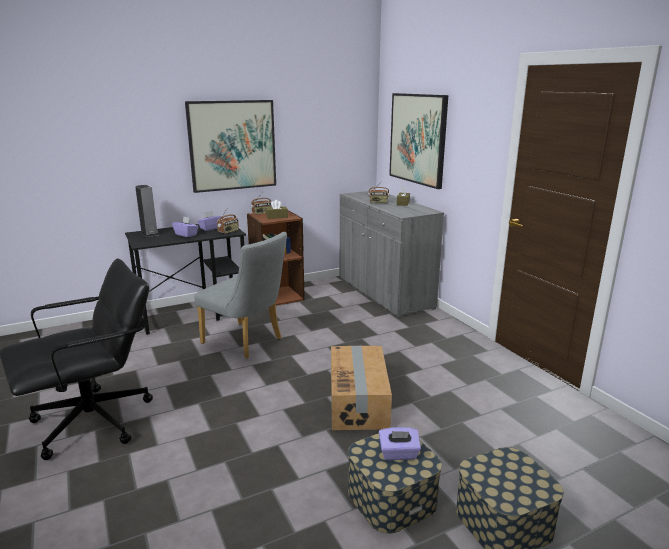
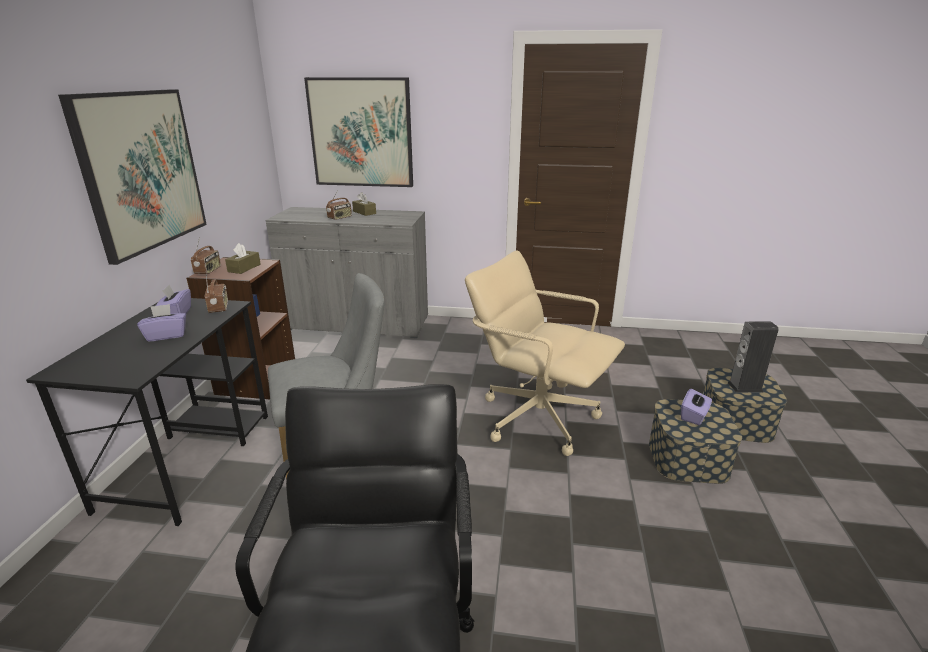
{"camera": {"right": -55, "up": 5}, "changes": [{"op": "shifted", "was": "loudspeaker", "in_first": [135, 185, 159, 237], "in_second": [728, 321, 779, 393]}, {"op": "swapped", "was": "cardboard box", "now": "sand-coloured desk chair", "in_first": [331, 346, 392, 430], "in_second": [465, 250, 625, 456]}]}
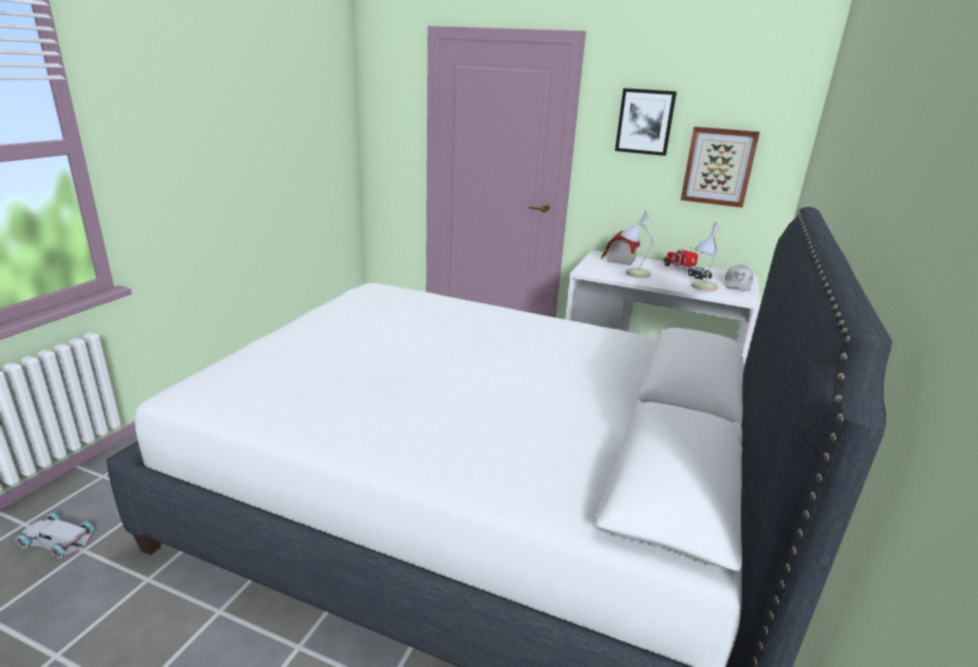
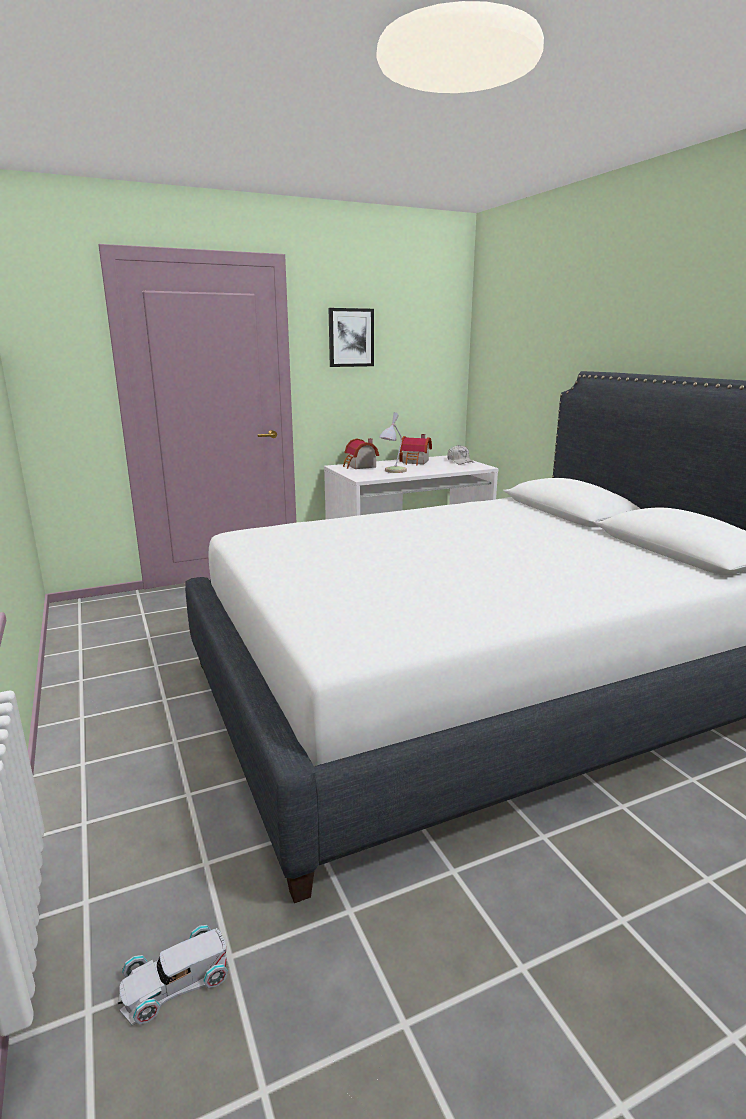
{"camera": {"right": -45, "up": -5}, "changes": [{"op": "gone", "was": "picture", "in_first": [681, 127, 760, 208]}, {"op": "gone", "was": "lamp for a table", "in_first": [691, 222, 721, 291]}, {"op": "swapped", "was": "toy lorry", "now": "model house", "in_first": [663, 247, 712, 280], "in_second": [399, 434, 432, 465]}]}
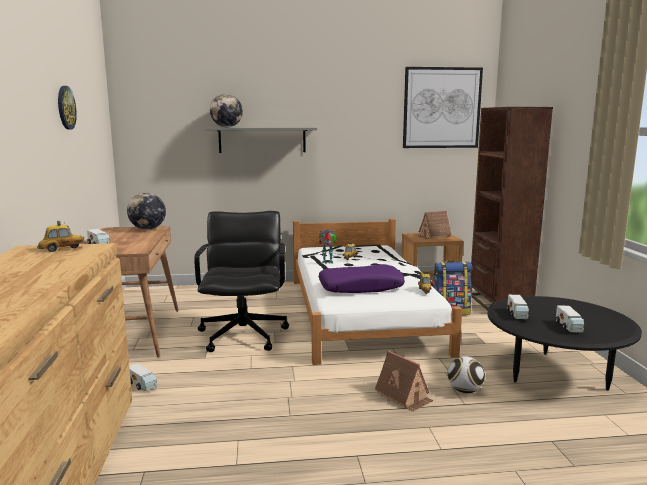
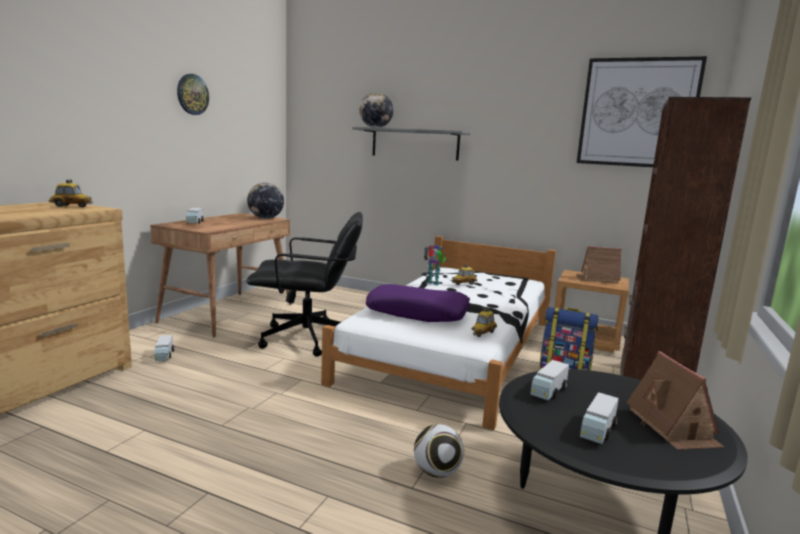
{"camera": {"right": 30, "up": 0}, "changes": [{"op": "shifted", "was": "model house", "in_first": [375, 350, 434, 412], "in_second": [626, 351, 724, 450]}, {"op": "rotated", "was": "blackish desk chair", "in_first": [194, 211, 289, 352], "in_second": [246, 212, 363, 357], "clockwise": 60}]}
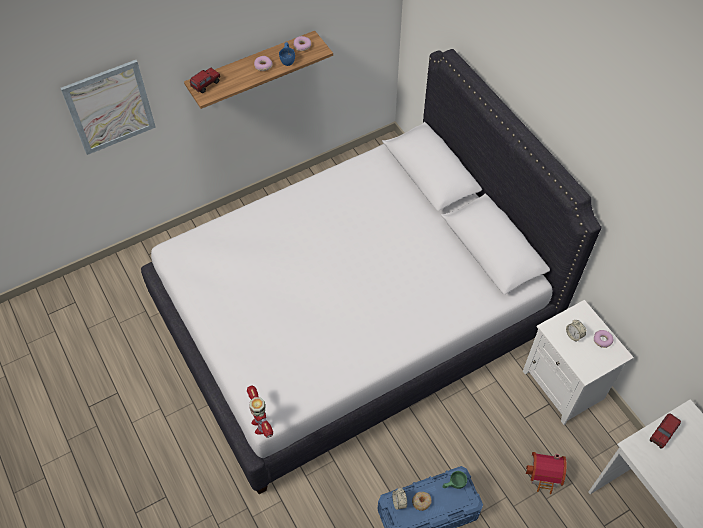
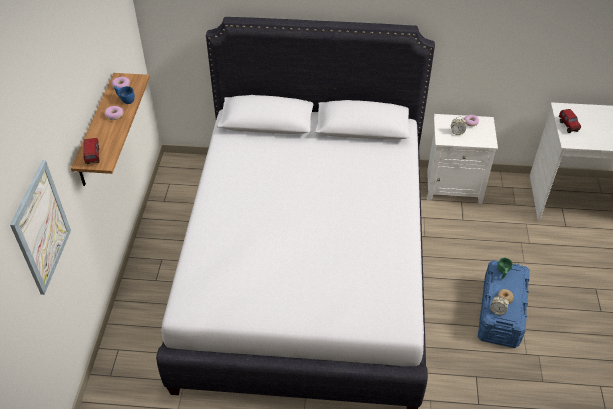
{"camera": {"right": -55, "up": -10}, "changes": [{"op": "gone", "was": "model robot", "in_first": [247, 386, 273, 438]}, {"op": "gone", "was": "model house", "in_first": [526, 452, 567, 494]}]}
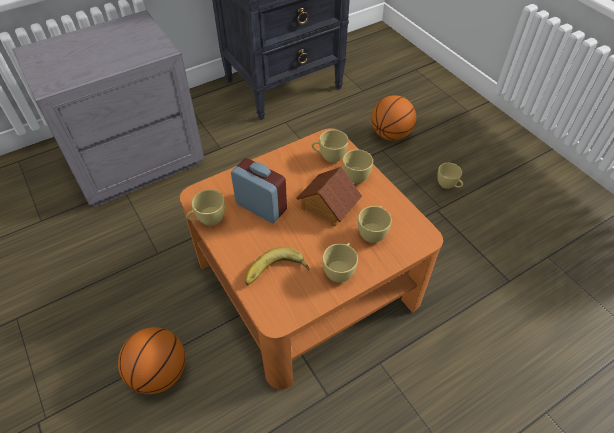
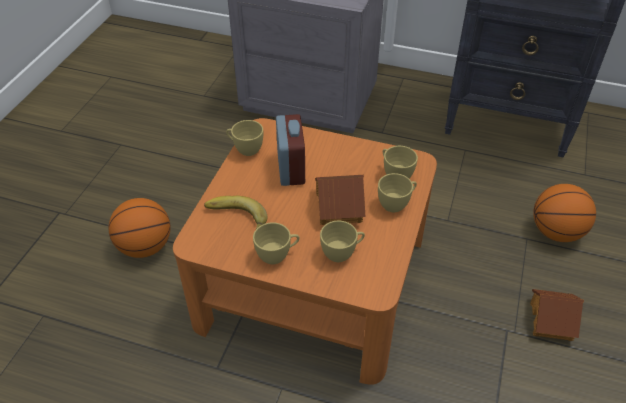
{"camera": {"right": 50, "up": -5}, "changes": [{"op": "swapped", "was": "yellowish small cup", "now": "model house", "in_first": [437, 163, 463, 189], "in_second": [530, 289, 584, 341]}]}
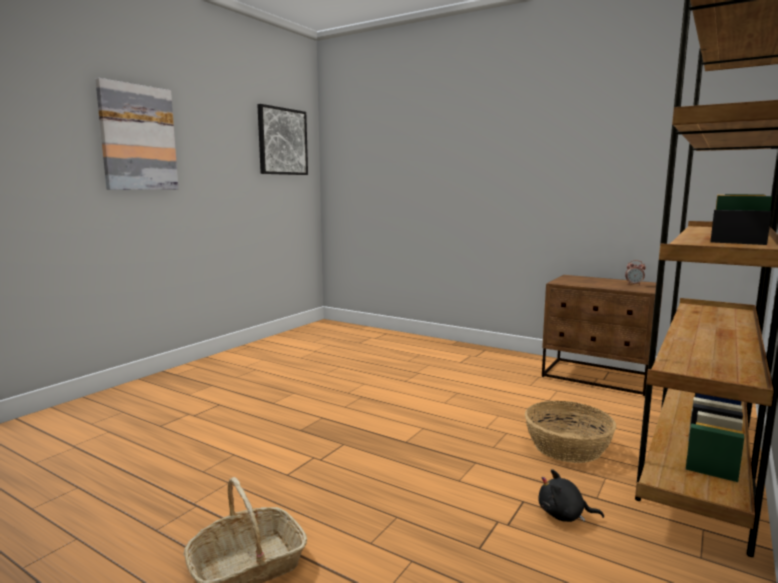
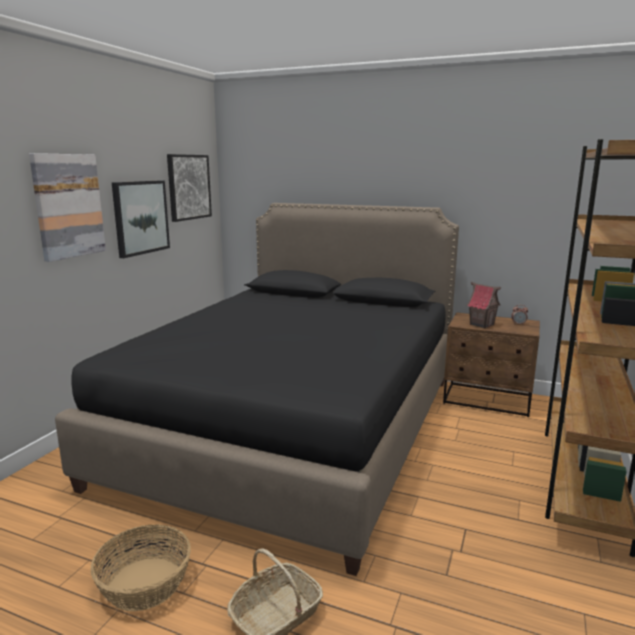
{"camera": {"right": -10, "up": 5}, "changes": [{"op": "gone", "was": "blackish cuddly toy", "in_first": [539, 469, 604, 522]}, {"op": "new", "now": "blackish bed", "in_second": [55, 203, 459, 576]}, {"op": "new", "now": "picture", "in_second": [112, 180, 170, 258]}, {"op": "new", "now": "model house", "in_second": [467, 282, 501, 328]}, {"op": "shifted", "was": "basket", "in_first": [525, 401, 616, 463], "in_second": [90, 525, 191, 611]}]}
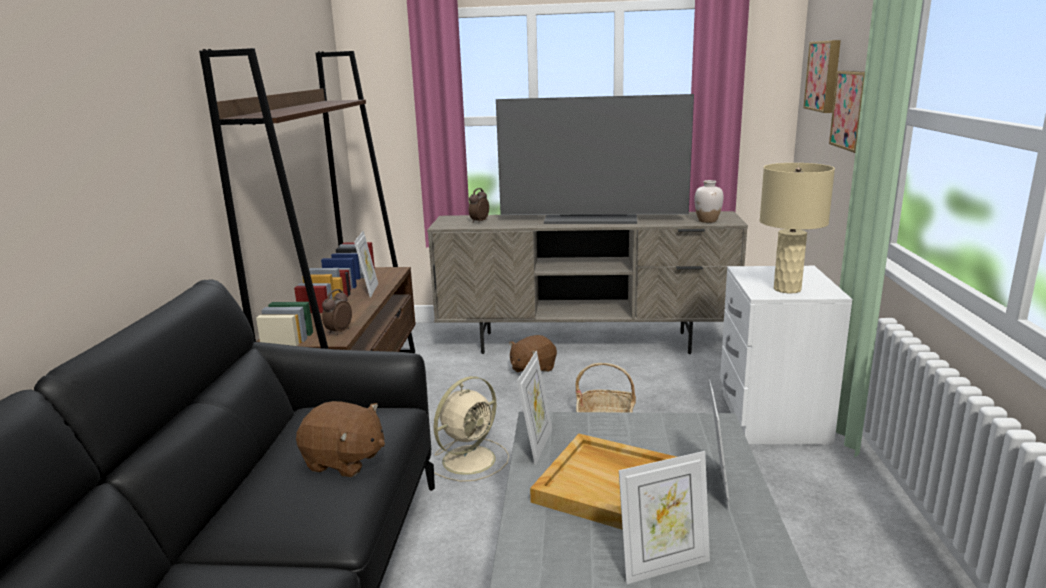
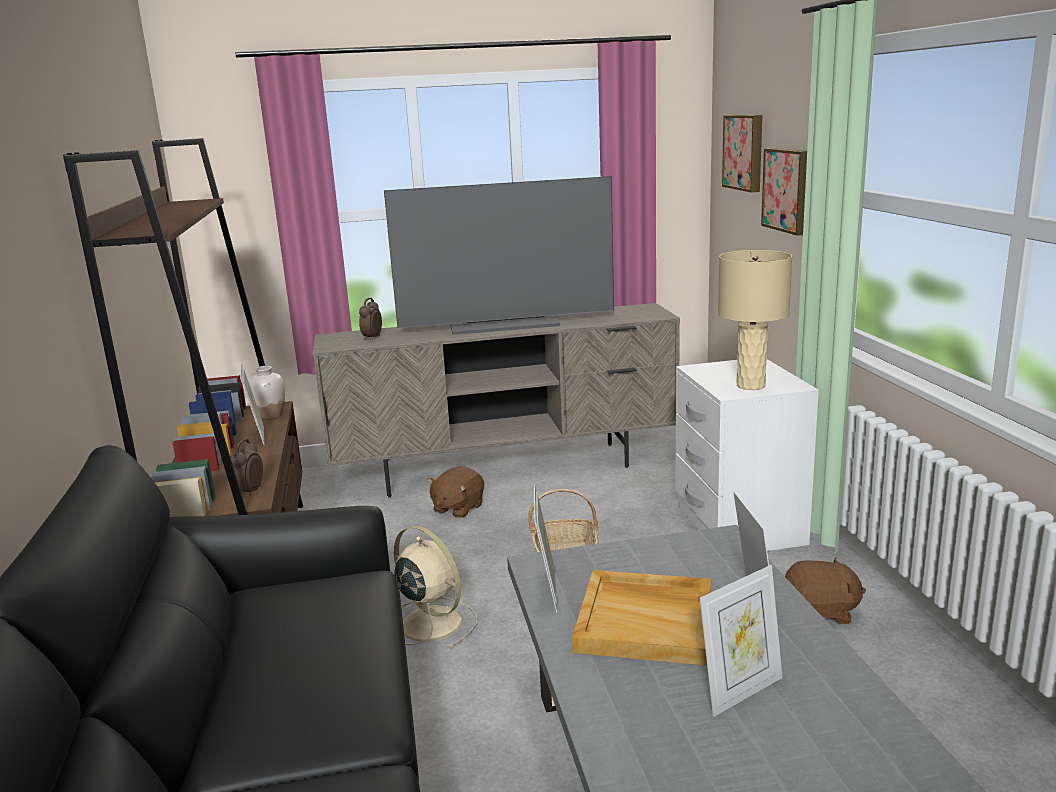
{"camera": {"right": -15, "up": 0}, "changes": [{"op": "shifted", "was": "brownish cuddly toy", "in_first": [296, 401, 385, 477], "in_second": [785, 558, 866, 624]}, {"op": "shifted", "was": "white flower vase", "in_first": [694, 180, 724, 223], "in_second": [249, 366, 285, 419]}, {"op": "rotated", "was": "sand-coloured fan", "in_first": [434, 376, 509, 482], "in_second": [394, 525, 477, 649], "clockwise": -75}]}
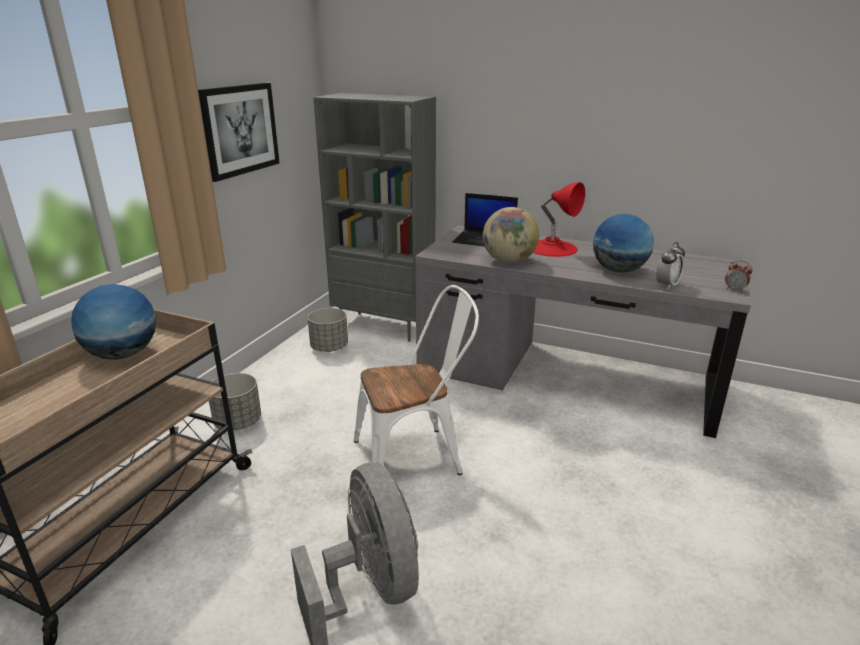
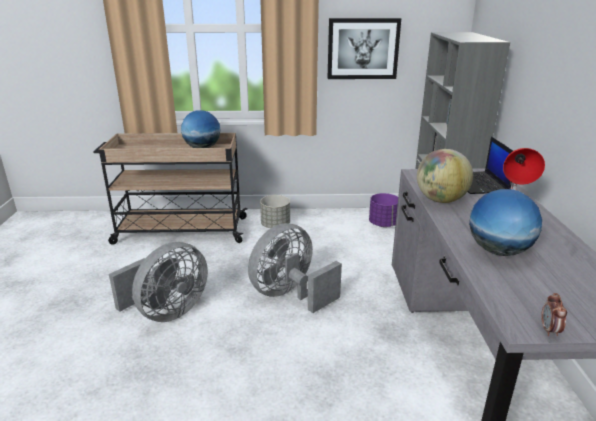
{"camera": {"right": 65, "up": 0}, "changes": [{"op": "gone", "was": "table clock", "in_first": [656, 242, 685, 289]}, {"op": "swapped", "was": "white plain chair", "now": "grey fan", "in_first": [354, 285, 479, 499], "in_second": [248, 223, 342, 313]}, {"op": "repainted", "was": "grey planter", "now": "purple planter", "in_first": [307, 308, 348, 352], "in_second": [369, 193, 398, 227]}]}
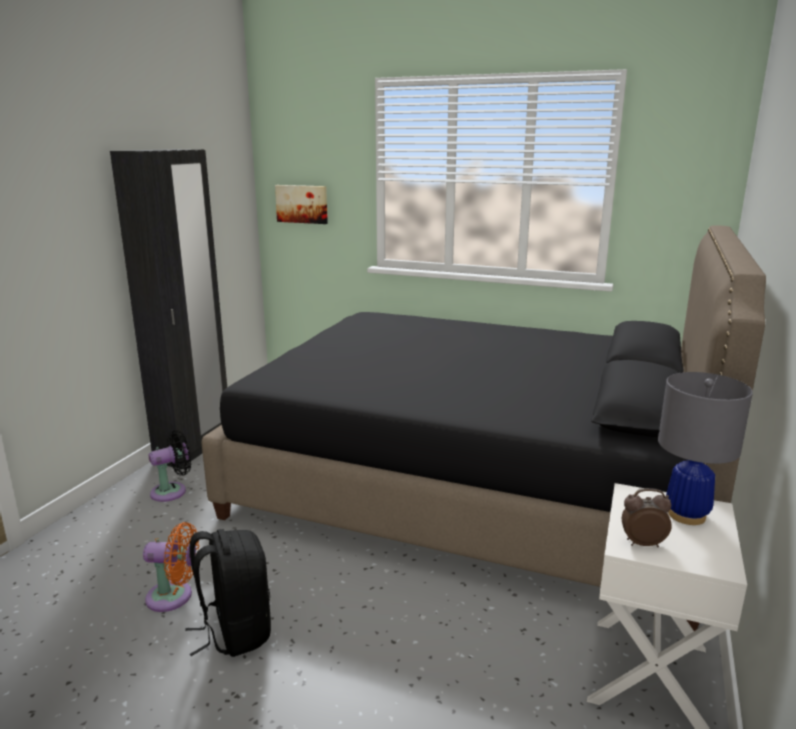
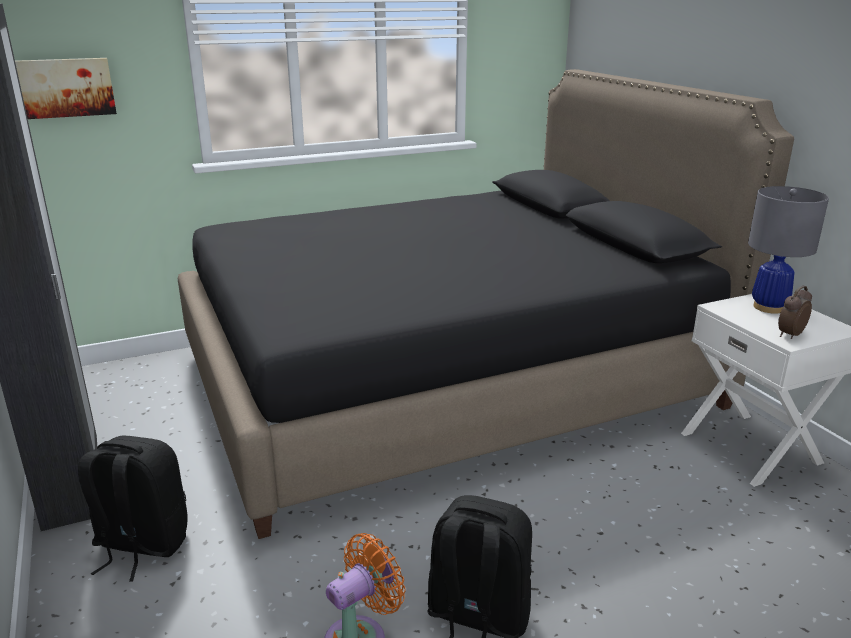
{"camera": {"right": -45, "up": 5}, "changes": [{"op": "swapped", "was": "blackish fan", "now": "blackish rucksack", "in_first": [149, 430, 191, 502], "in_second": [78, 436, 188, 582]}]}
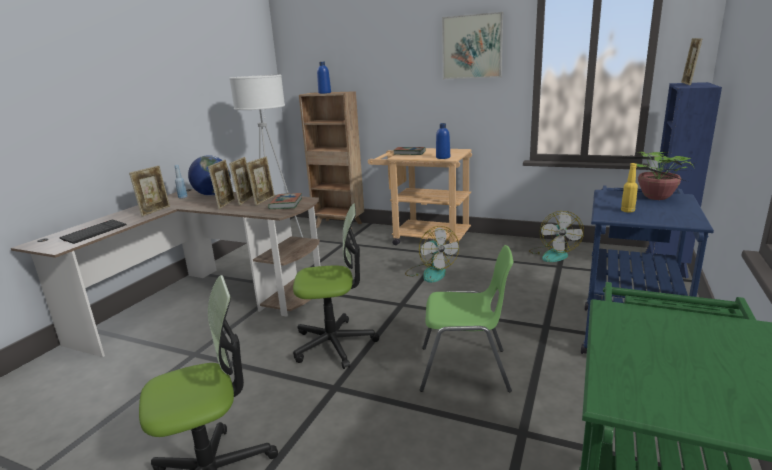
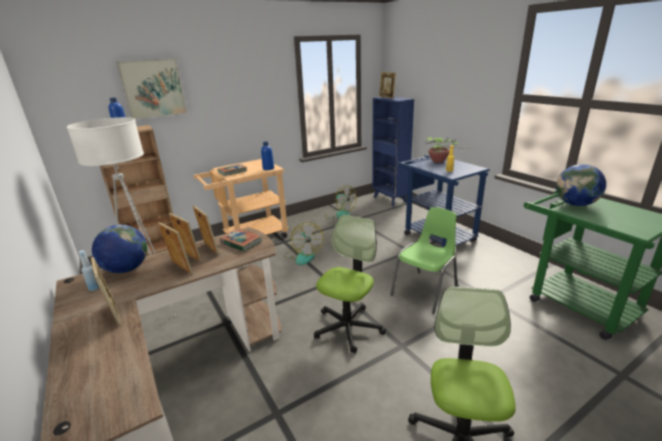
{"camera": {"right": -55, "up": 5}, "changes": [{"op": "gone", "was": "keyboard", "in_first": [59, 220, 127, 244]}, {"op": "new", "now": "world globe", "in_second": [556, 164, 606, 206]}, {"op": "shifted", "was": "picture", "in_first": [442, 12, 503, 79], "in_second": [116, 58, 187, 120]}, {"op": "rotated", "was": "fan", "in_first": [405, 226, 459, 283], "in_second": [284, 222, 324, 265], "clockwise": 60}]}
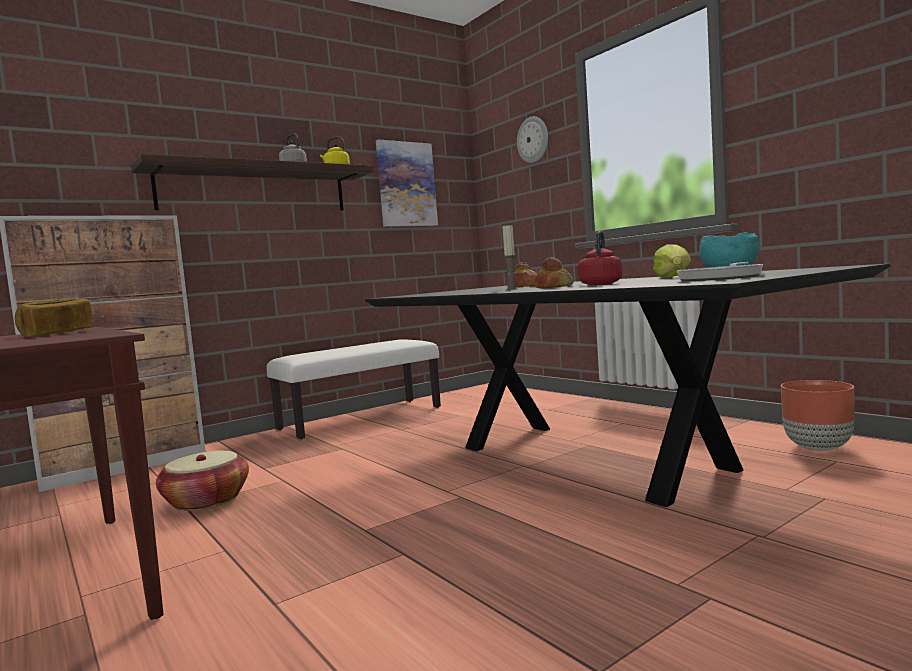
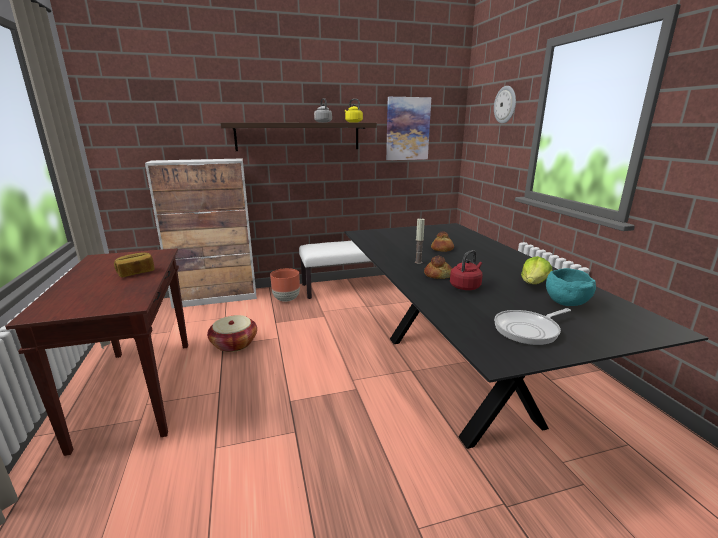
{"camera": {"right": 20, "up": 15}, "changes": [{"op": "shifted", "was": "brownish planter", "in_first": [781, 380, 855, 451], "in_second": [270, 268, 300, 302]}]}
